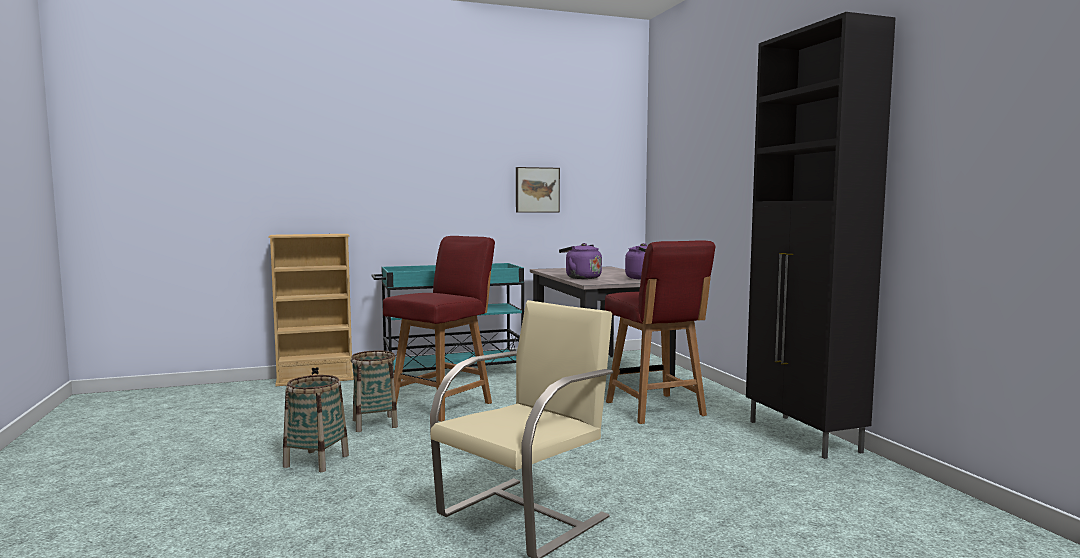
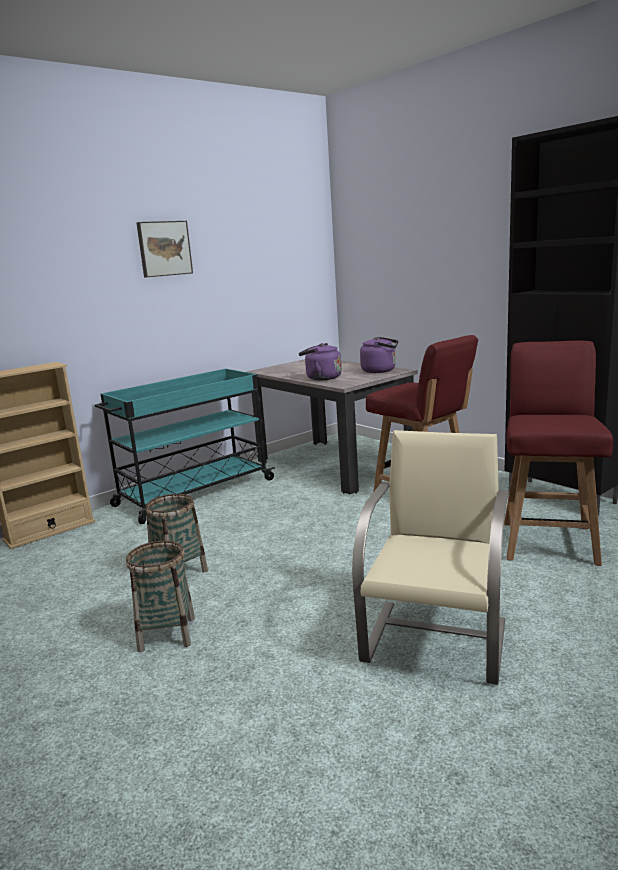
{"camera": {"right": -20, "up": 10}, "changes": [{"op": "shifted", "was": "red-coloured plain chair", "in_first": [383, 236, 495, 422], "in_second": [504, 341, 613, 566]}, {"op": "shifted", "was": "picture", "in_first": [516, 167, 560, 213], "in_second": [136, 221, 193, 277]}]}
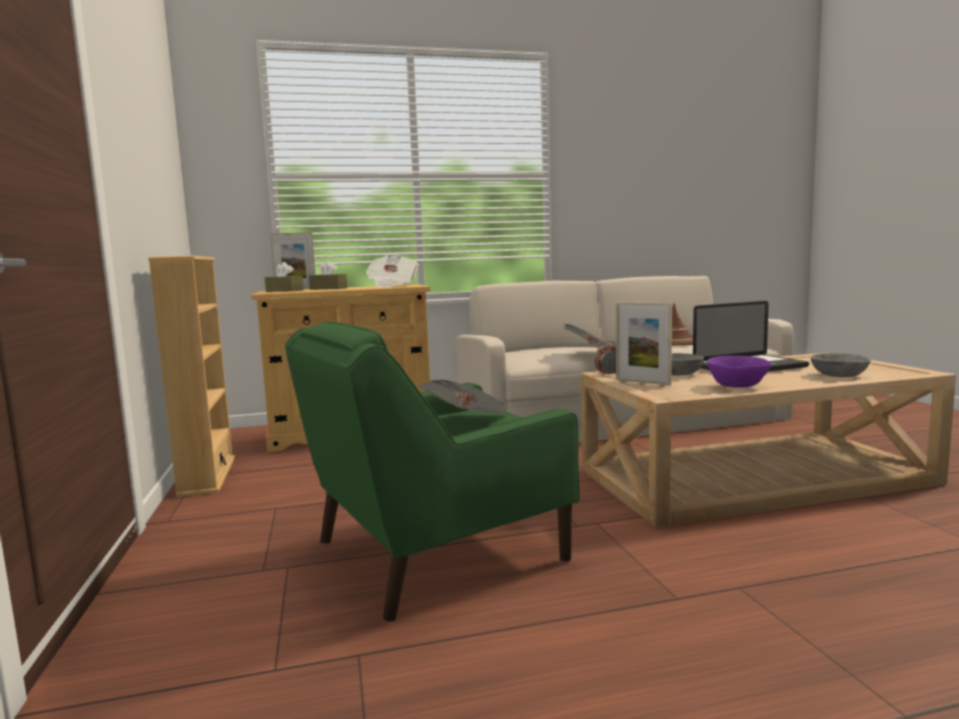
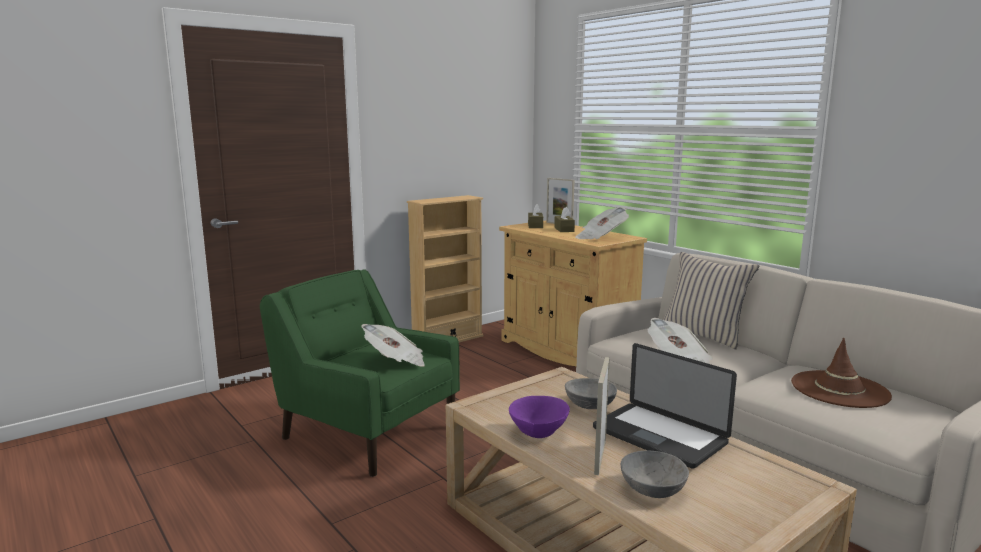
{"camera": {"right": 65, "up": 5}, "changes": [{"op": "gone", "was": "table clock", "in_first": [595, 341, 616, 376]}, {"op": "new", "now": "sand-coloured cushion", "in_second": [663, 252, 759, 349]}, {"op": "shifted", "was": "picture frame", "in_first": [616, 302, 672, 386], "in_second": [594, 357, 610, 475]}]}
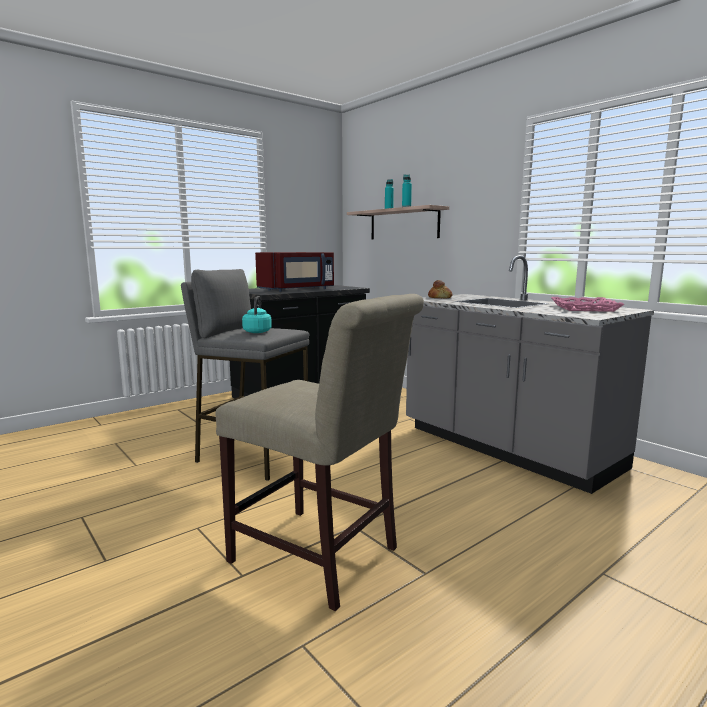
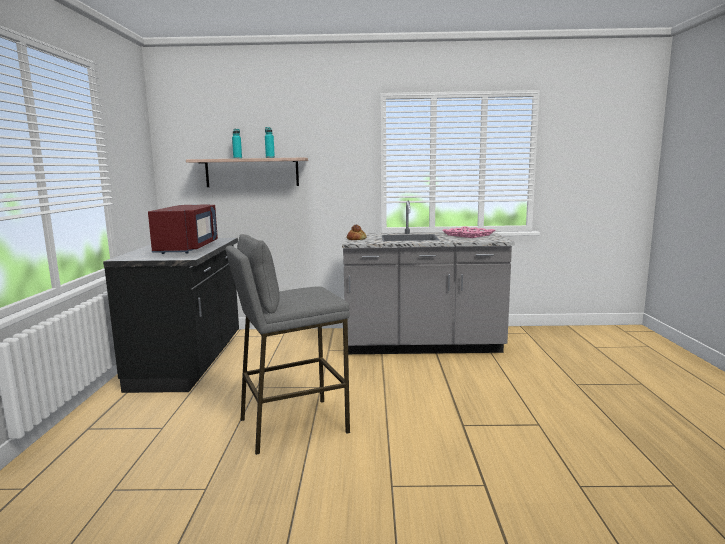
{"camera": {"right": -50, "up": 0}, "changes": [{"op": "gone", "was": "sand-coloured plain chair", "in_first": [215, 294, 424, 611]}, {"op": "gone", "was": "turquoise-coloured tea kettle", "in_first": [242, 296, 272, 333]}]}
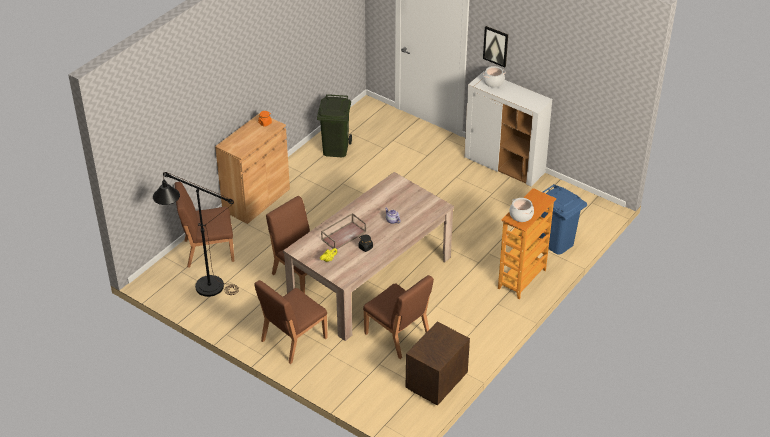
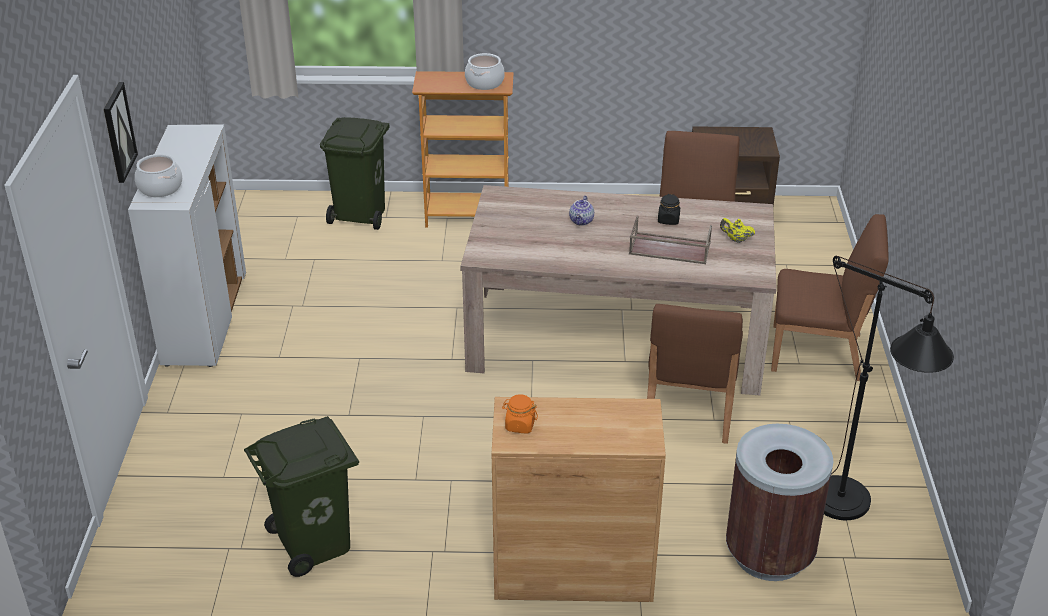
{"camera": {"right": -125, "up": -5}, "changes": [{"op": "swapped", "was": "brownish plain chair", "now": "brownish trash can", "in_first": [175, 182, 234, 268], "in_second": [726, 424, 833, 581]}, {"op": "repainted", "was": "bluish trash can", "now": "greenish trash can", "in_first": [539, 184, 587, 255], "in_second": [320, 117, 390, 230]}]}
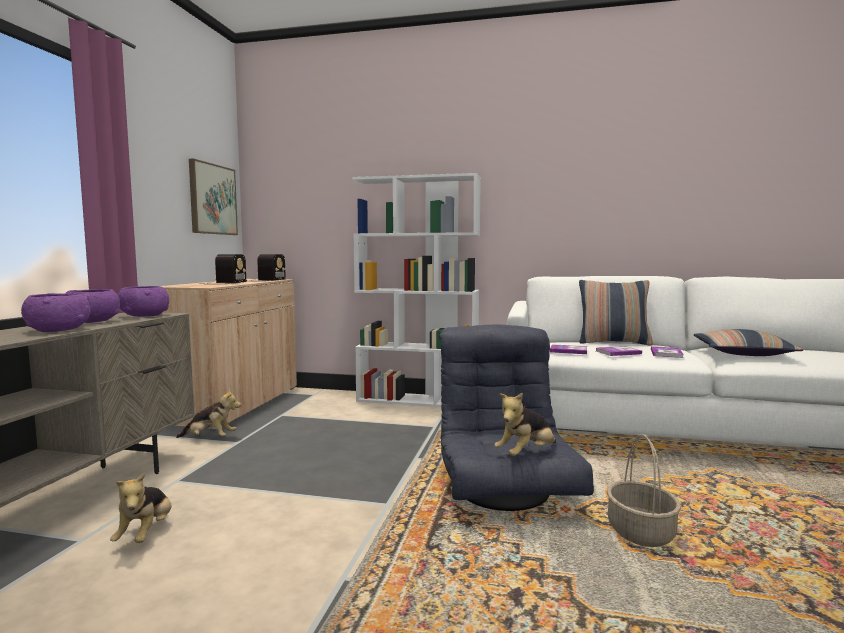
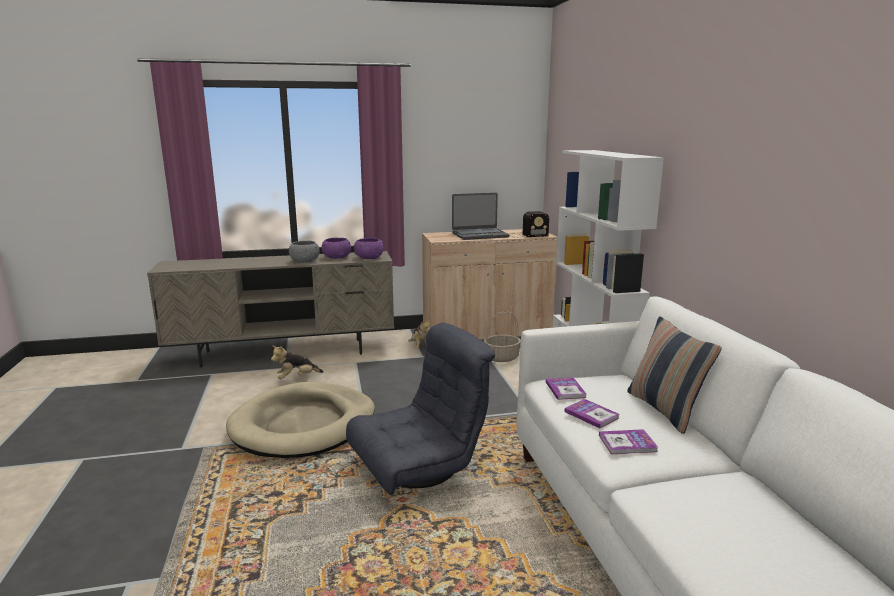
{"camera": {"right": 65, "up": 10}, "changes": [{"op": "gone", "was": "picture", "in_first": [189, 159, 238, 235]}, {"op": "gone", "was": "cuddly toy", "in_first": [494, 392, 556, 456]}, {"op": "gone", "was": "cushion", "in_first": [694, 329, 803, 356]}, {"op": "new", "now": "sand-coloured dog cushion", "in_second": [226, 382, 375, 458]}, {"op": "shifted", "was": "basket", "in_first": [607, 434, 681, 547], "in_second": [484, 311, 521, 362]}, {"op": "swapped", "was": "radio set", "now": "laptop", "in_first": [203, 254, 247, 284], "in_second": [452, 193, 510, 240]}, {"op": "repainted", "was": "purple serving bowl", "now": "grey serving bowl", "in_first": [21, 293, 90, 332], "in_second": [289, 240, 320, 263]}]}
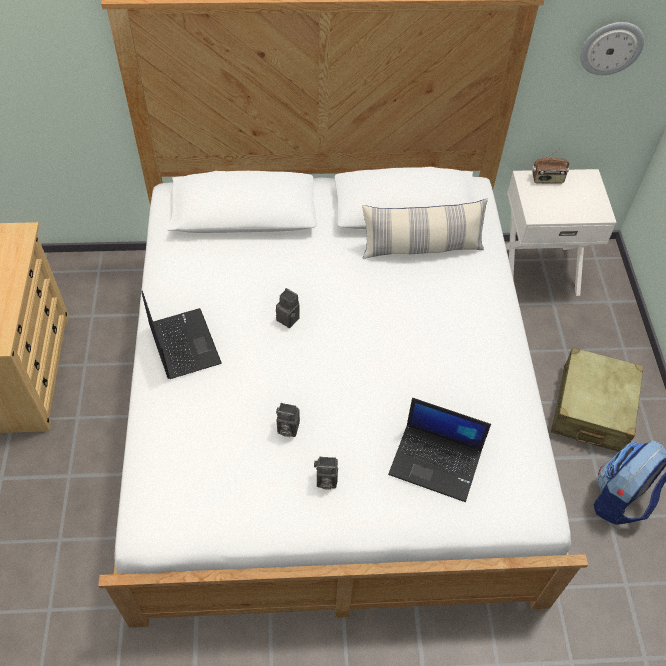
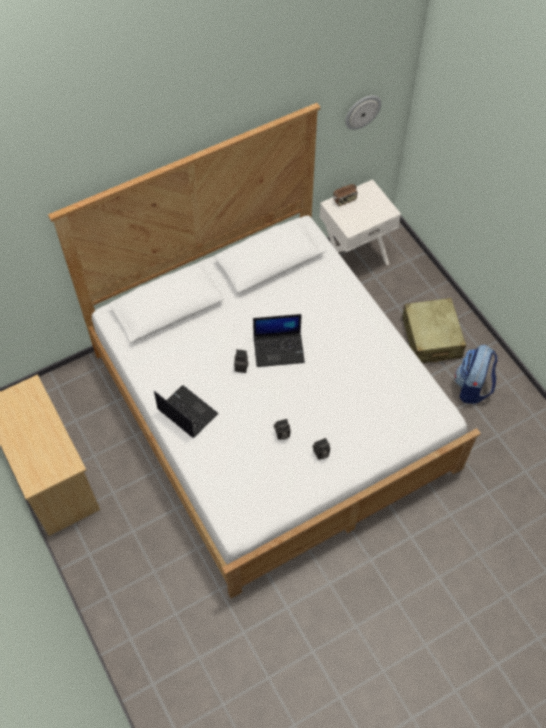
{"camera": {"right": -25, "up": 5}, "changes": [{"op": "gone", "was": "cushion", "in_first": [363, 199, 488, 259]}, {"op": "shifted", "was": "laptop", "in_first": [388, 398, 491, 502], "in_second": [253, 314, 305, 367]}]}
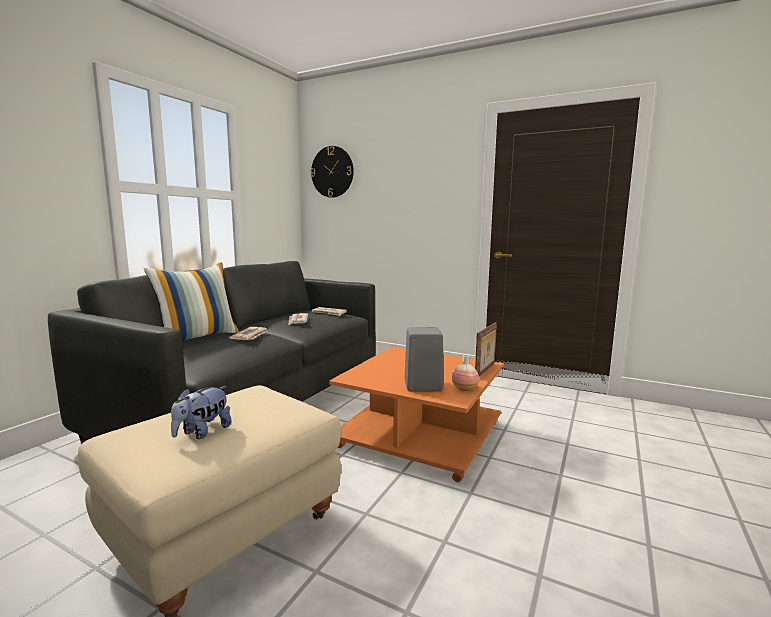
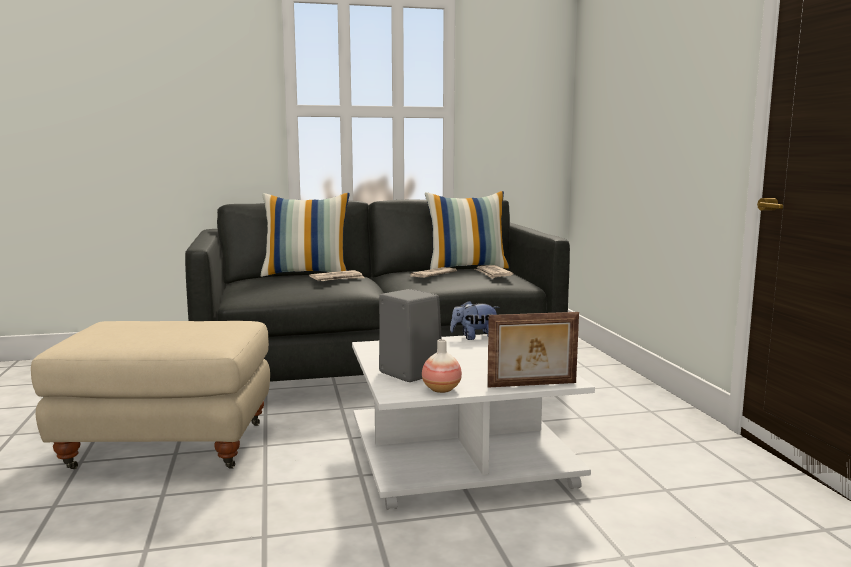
{"camera": {"right": 50, "up": 0}, "changes": [{"op": "gone", "was": "wall clock", "in_first": [311, 146, 354, 198]}, {"op": "new", "now": "cushion", "in_second": [425, 191, 510, 269]}, {"op": "shifted", "was": "cuddly toy", "in_first": [171, 386, 231, 439], "in_second": [450, 301, 500, 340]}, {"op": "repainted", "was": "orange-coloured lounge table", "now": "white lounge table", "in_first": [329, 347, 504, 482], "in_second": [352, 334, 595, 510]}]}
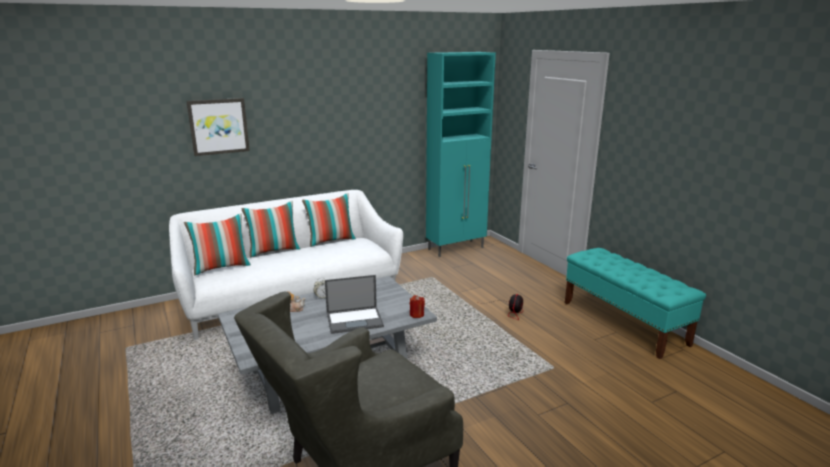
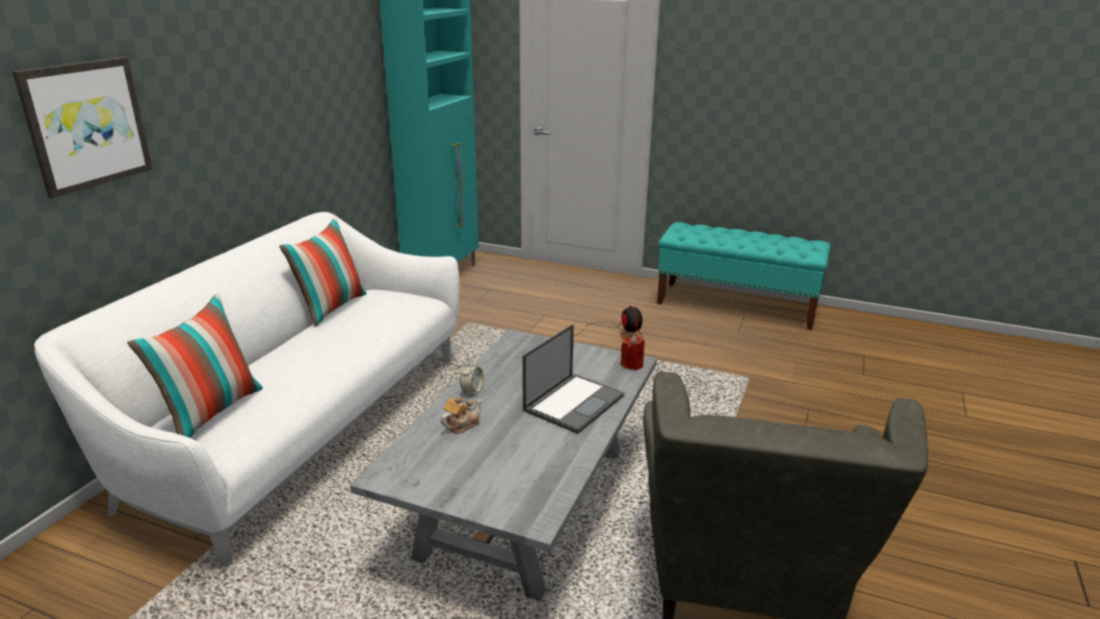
{"camera": {"right": -40, "up": 5}, "changes": [{"op": "gone", "was": "cushion", "in_first": [241, 201, 301, 257]}]}
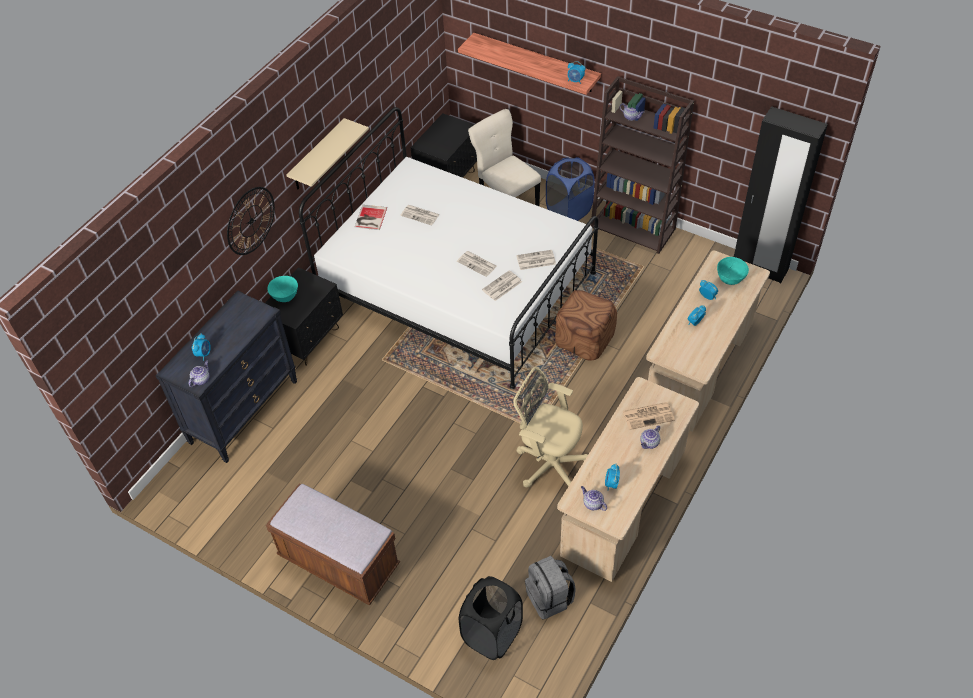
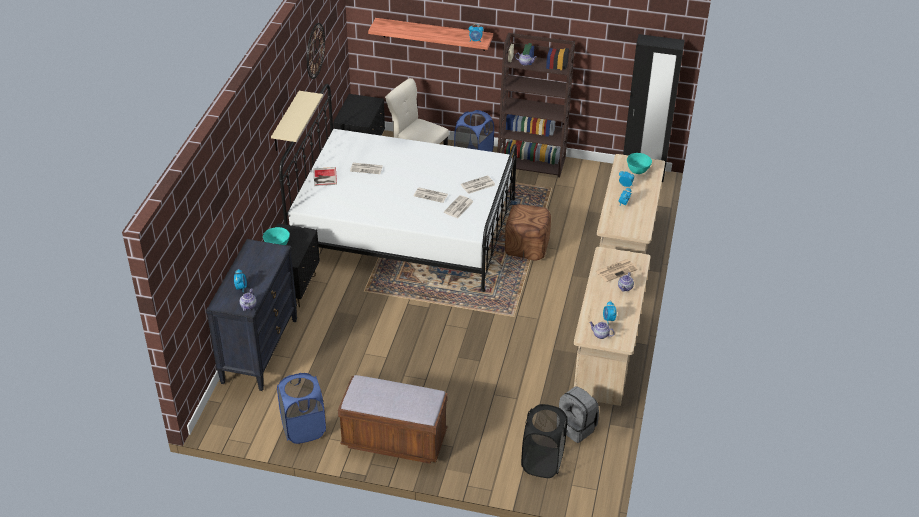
{"camera": {"right": -20, "up": -10}, "changes": [{"op": "gone", "was": "sand-coloured desk chair", "in_first": [513, 367, 588, 487]}, {"op": "new", "now": "bluish hamper", "in_second": [277, 373, 326, 444]}, {"op": "shifted", "was": "wall clock", "in_first": [227, 187, 275, 255], "in_second": [307, 23, 325, 79]}]}
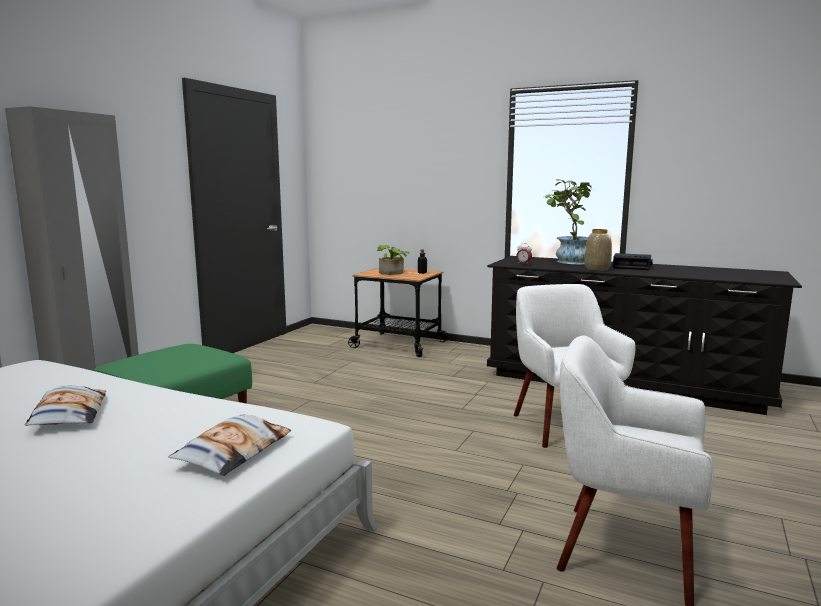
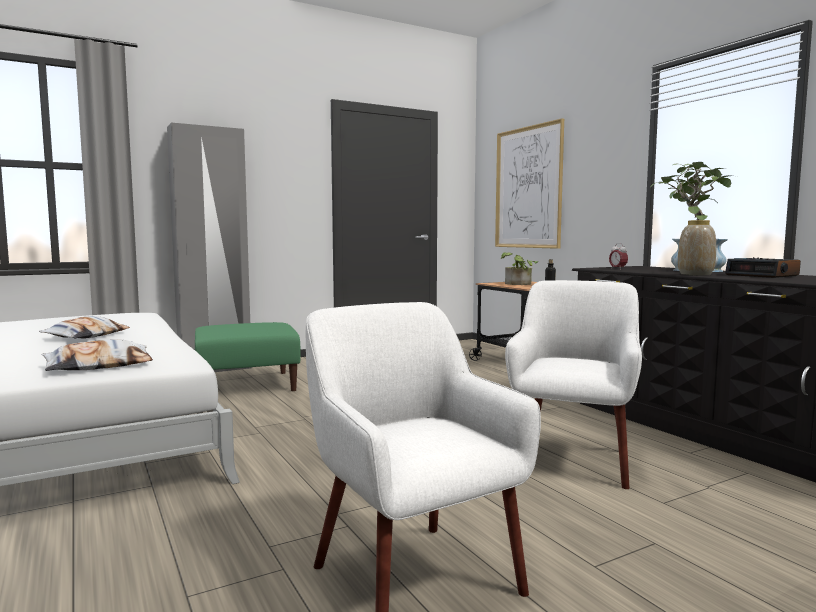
{"camera": {"right": 35, "up": -5}, "changes": [{"op": "new", "now": "picture", "in_second": [495, 118, 564, 249]}]}
